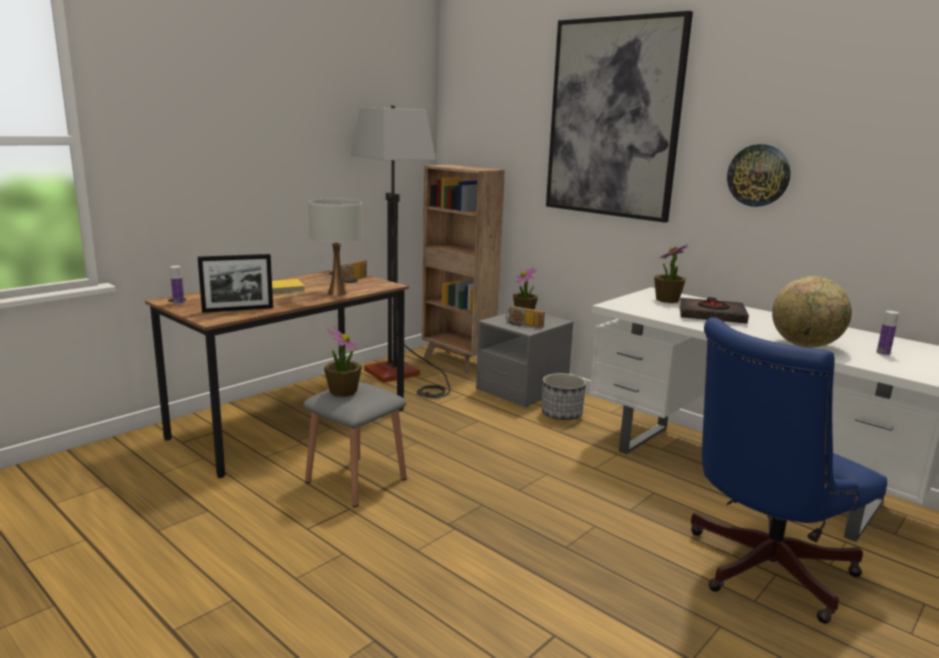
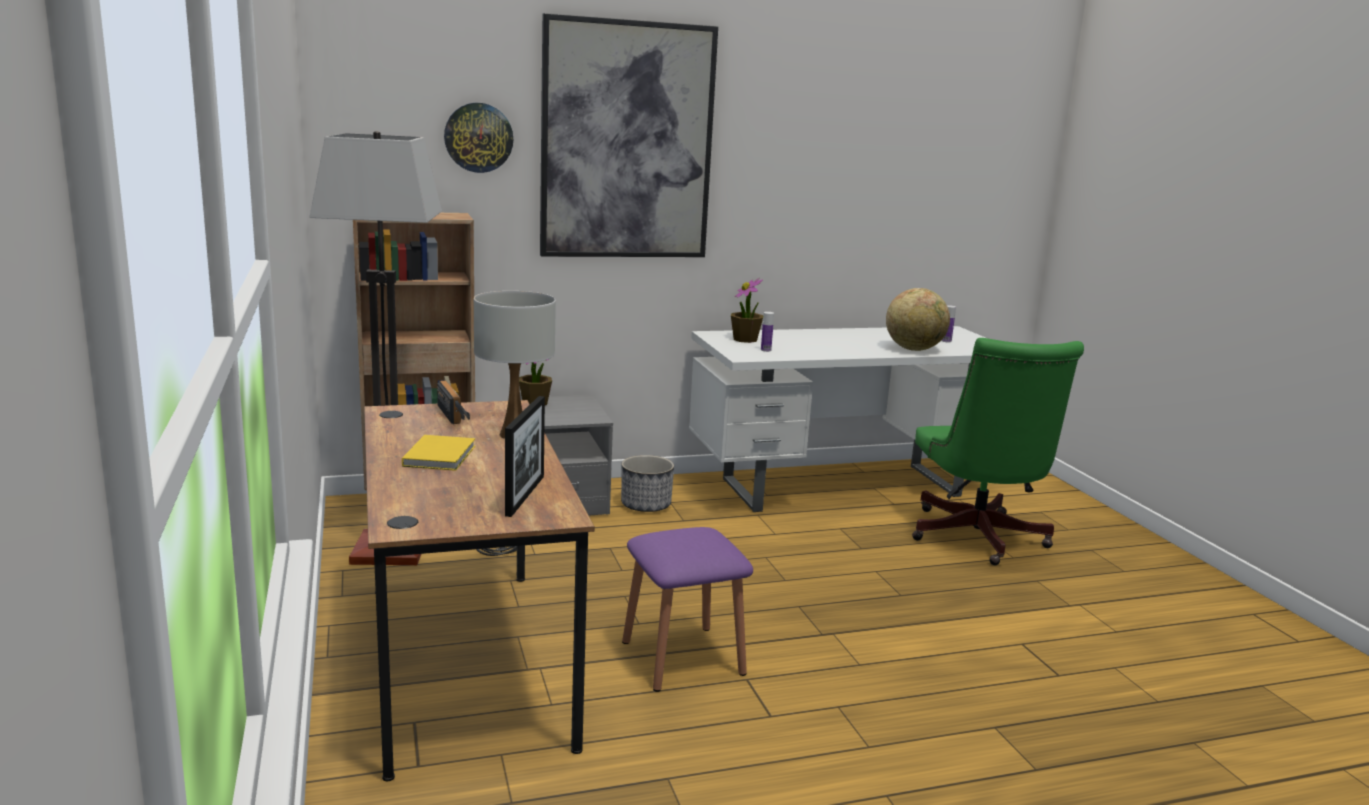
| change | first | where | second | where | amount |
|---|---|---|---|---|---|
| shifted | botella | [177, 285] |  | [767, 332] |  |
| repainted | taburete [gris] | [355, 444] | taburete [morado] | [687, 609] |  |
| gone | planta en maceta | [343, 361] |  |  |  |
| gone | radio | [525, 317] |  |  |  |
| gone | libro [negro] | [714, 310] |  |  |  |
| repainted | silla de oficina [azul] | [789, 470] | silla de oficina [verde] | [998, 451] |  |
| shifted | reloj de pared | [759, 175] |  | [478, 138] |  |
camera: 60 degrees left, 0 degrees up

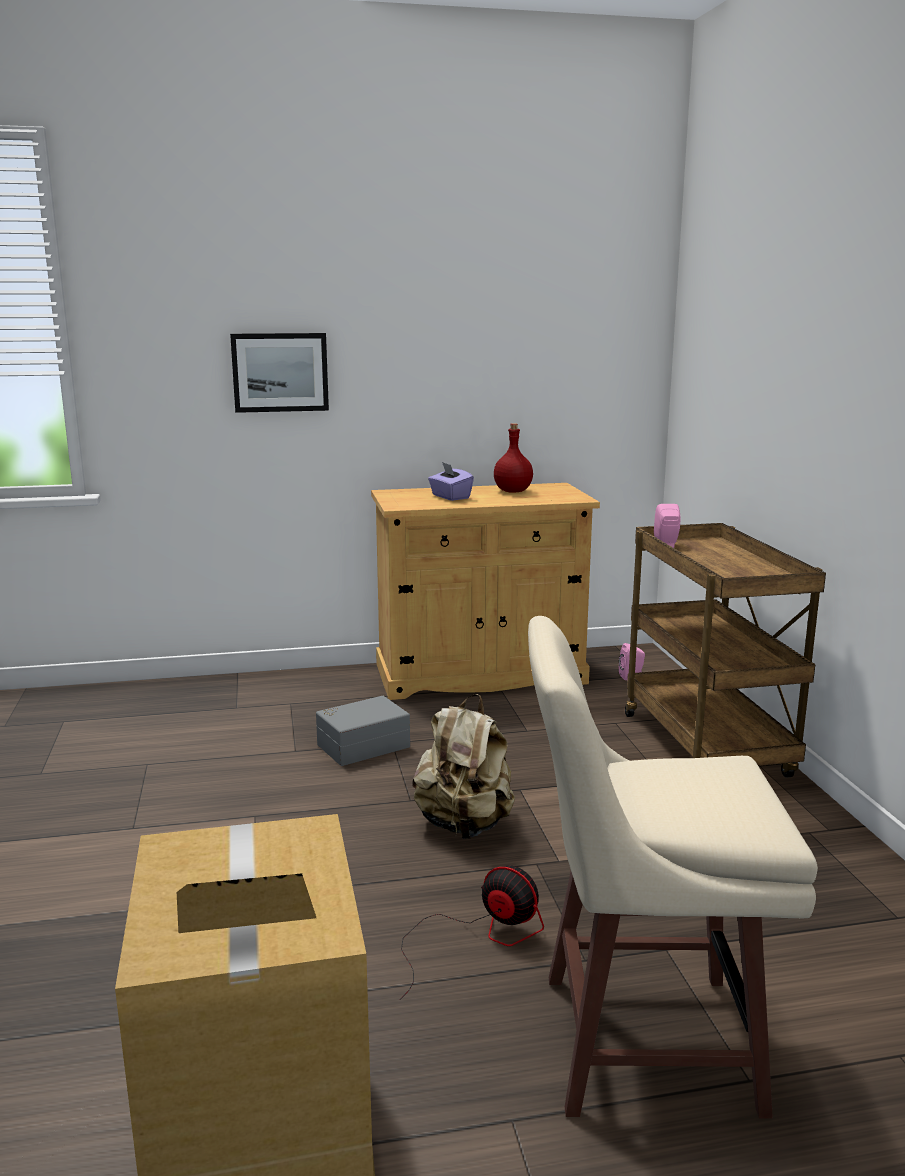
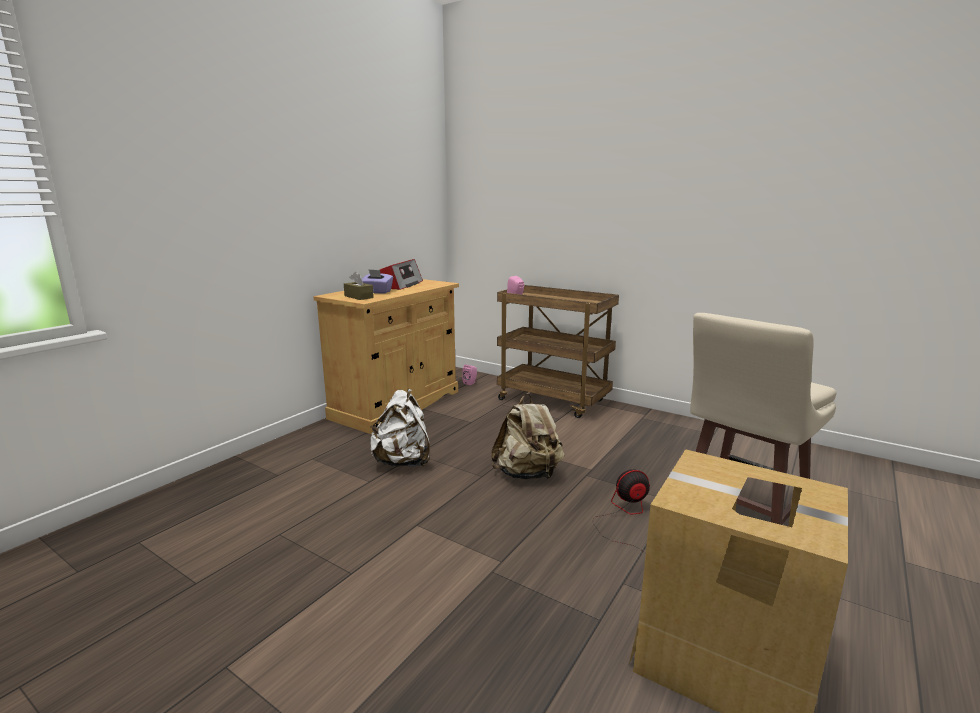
| change | first | where | second | where | amount |
|---|---|---|---|---|---|
| gone | cuadro | [279, 373] |  |  |  |
| swapped | caja de almacenaje [gris] | [363, 731] | mochila [blanco] | [400, 428] |  |
| swapped | botella [rojo] | [513, 458] | radio | [401, 274] |  |
| new |  |  | caja de pañuelos [marrón] | [359, 286] |  |
camera: 45 degrees left, 0 degrees up

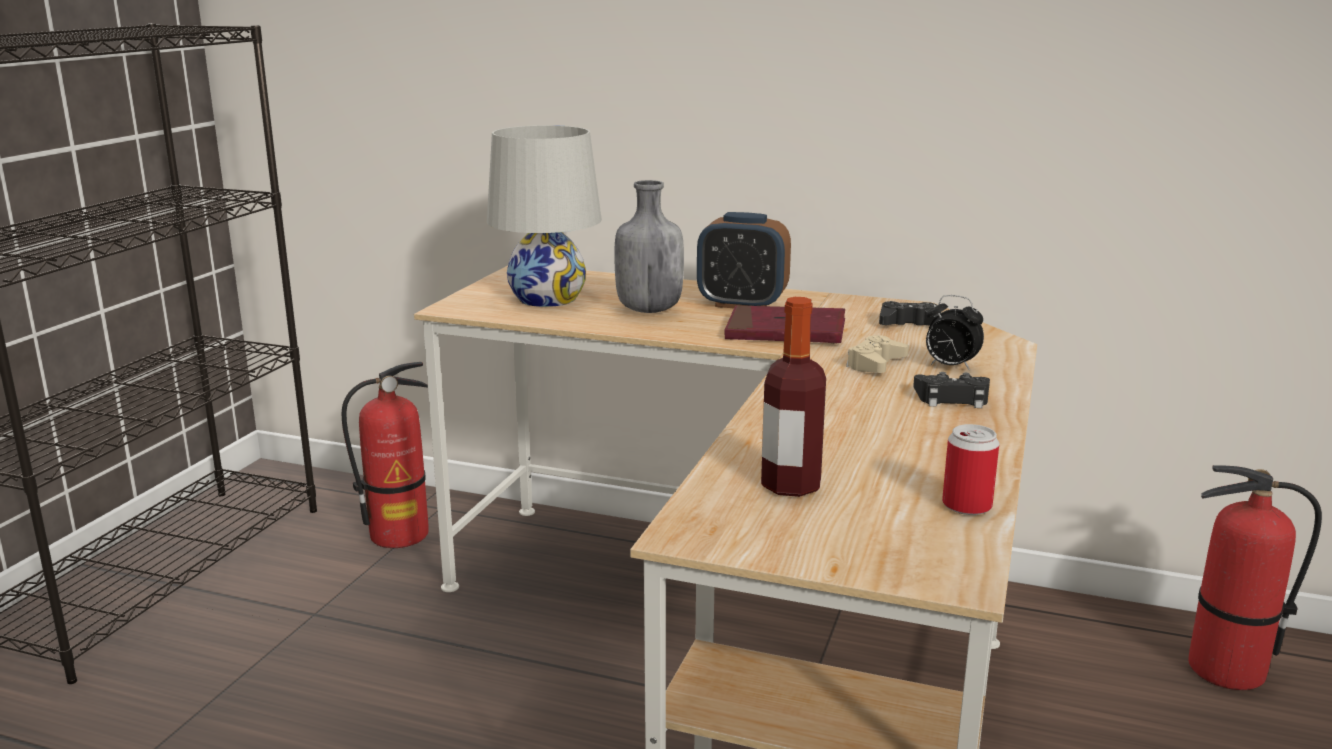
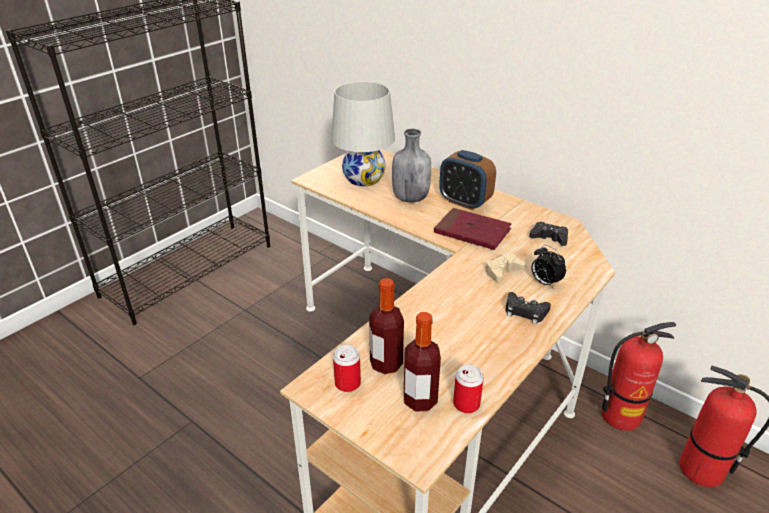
| change | first | where | second | where | amount |
|---|---|---|---|---|---|
| shifted | extintor | [385, 455] |  | [638, 376] |  |
| new |  |  | lata | [347, 368] |  |
| new |  |  | botella | [422, 362] |  |
camera: 20 degrees right, 15 degrees up

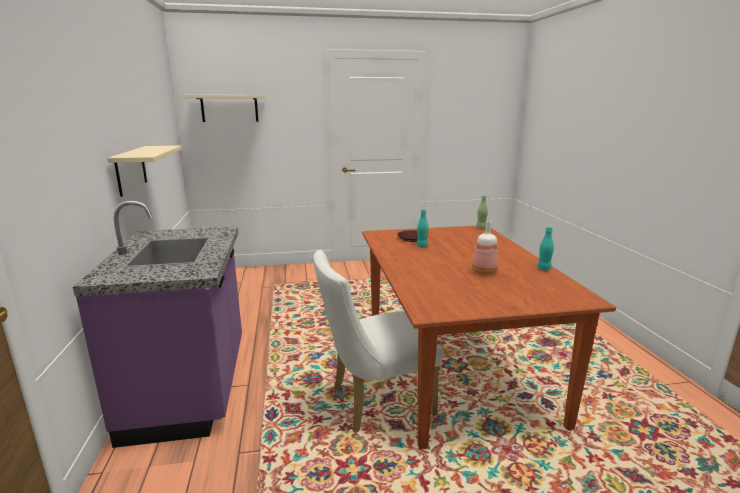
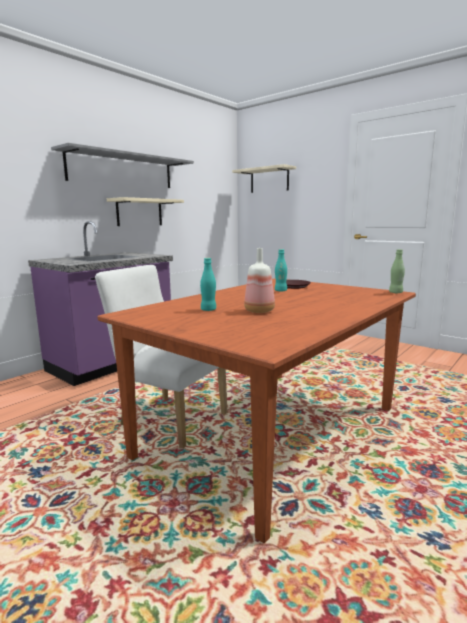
| change | first | where | second | where | amount |
|---|---|---|---|---|---|
| shifted | botella [turquesa] | [545, 249] |  | [208, 284] |  |
| new |  |  | estante [gris] | [122, 165] |  |
camera: 50 degrees right, 5 degrees down

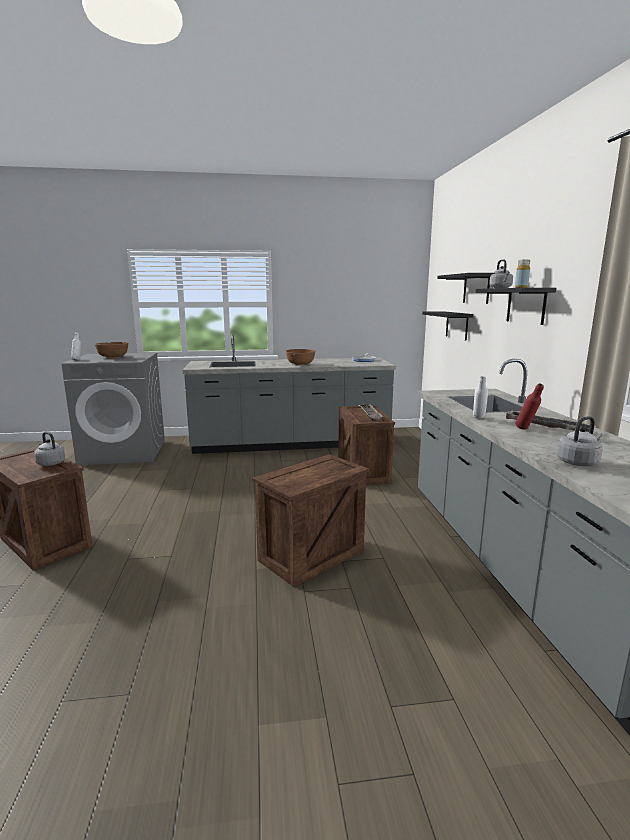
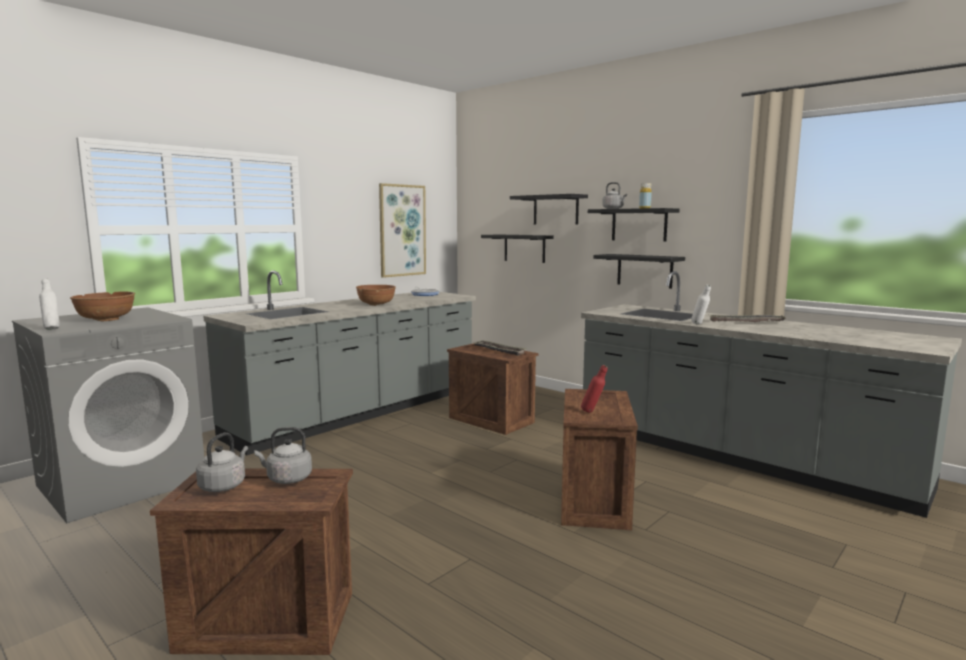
| change | first | where | second | where | amount |
|---|---|---|---|---|---|
| shifted | botella [rojo] | [530, 407] |  | [594, 389] |  |
| shifted | hervidor [gris] | [579, 441] |  | [222, 462] |  |
| new |  |  | cuadro | [402, 230] |  |
| new |  |  | estante [negro] | [639, 271] |  |
camera: 40 degrees left, 5 degrees down

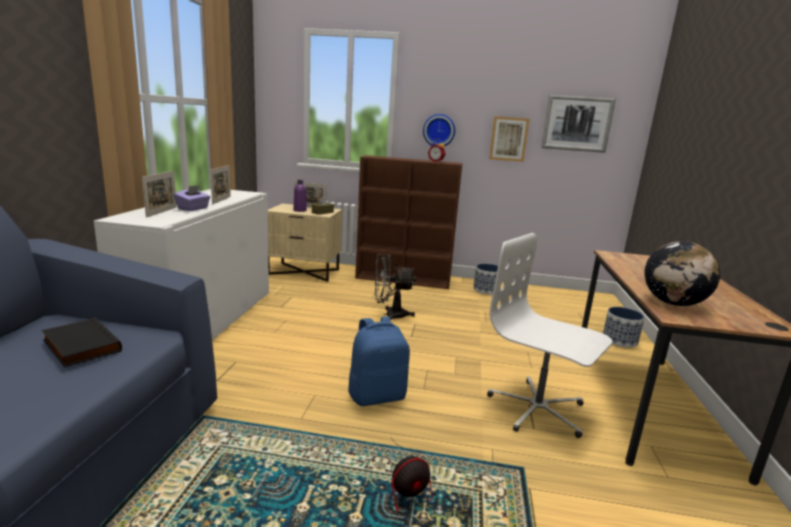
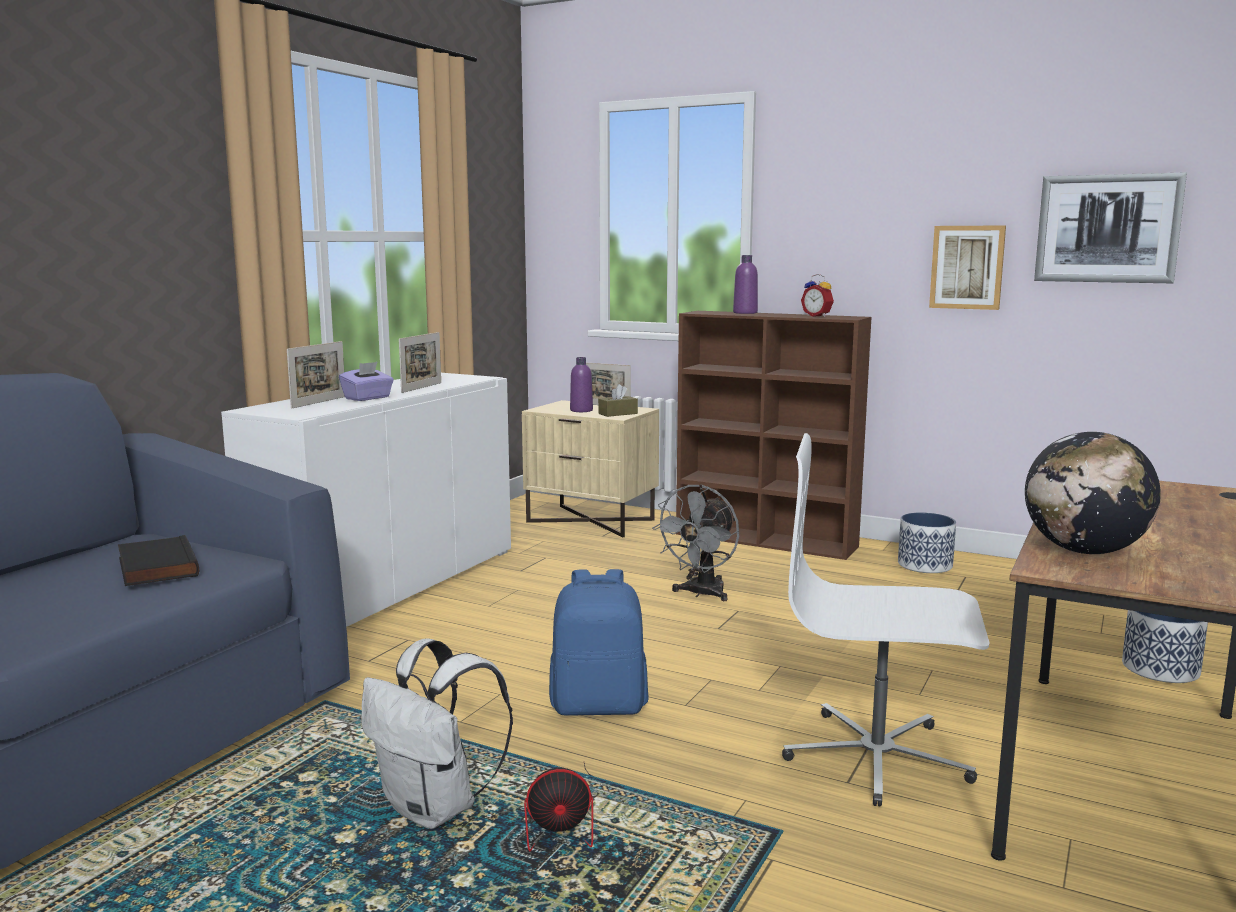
| change | first | where | second | where | amount |
|---|---|---|---|---|---|
| rotated | ventilador [gris] | [395, 287] |  | [695, 542] | 75 degrees counterclockwise |
| gone | reloj de pared | [439, 130] |  |  |  |
| rotated | silla de oficina [blanco] | [549, 335] |  | [885, 620] | 45 degrees counterclockwise |
| new |  |  | mochila [blanco] | [437, 733] |  |
| new |  |  | botella [morado] | [745, 284] |  |
camera: 20 degrees right, 5 degrees down

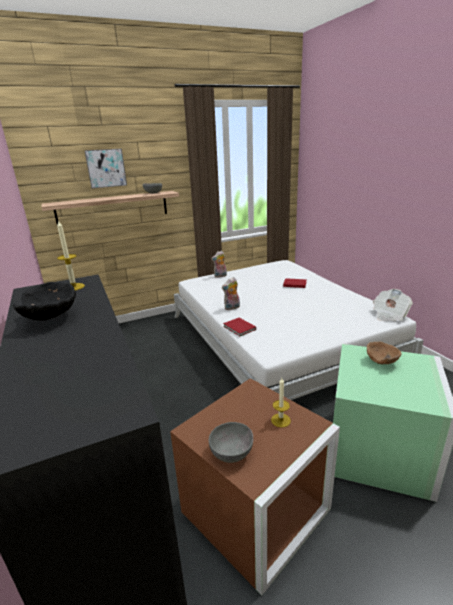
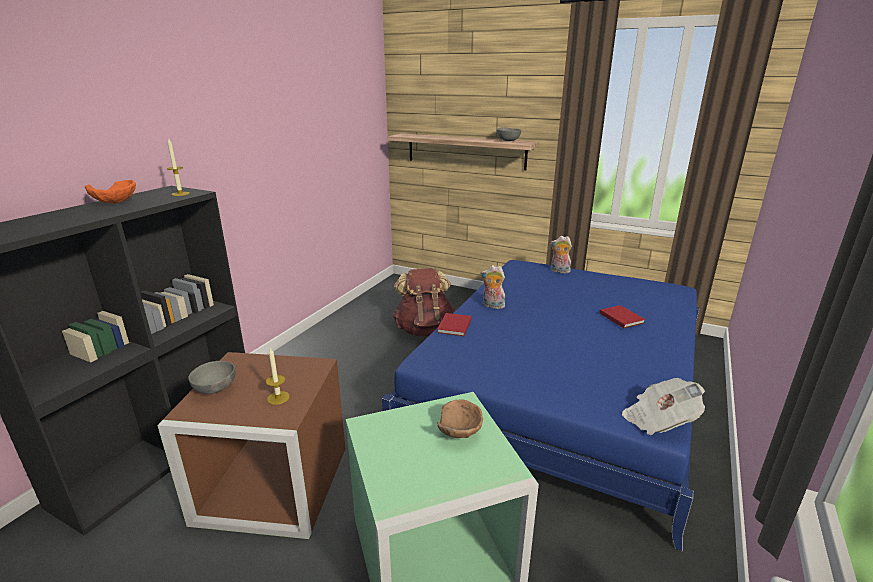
| change | first | where | second | where | amount |
|---|---|---|---|---|---|
| repainted | cuenco [negro] | [44, 301] | cuenco [naranja] | [110, 192] |  |
| gone | cuadro | [105, 169] |  |  |  |
| repainted | cama [blanco] | [299, 330] | cama [azul] | [540, 406] |  |
| new |  |  | mochila [marrón] | [424, 302] |  |
camera: 50 degrees right, 0 degrees up

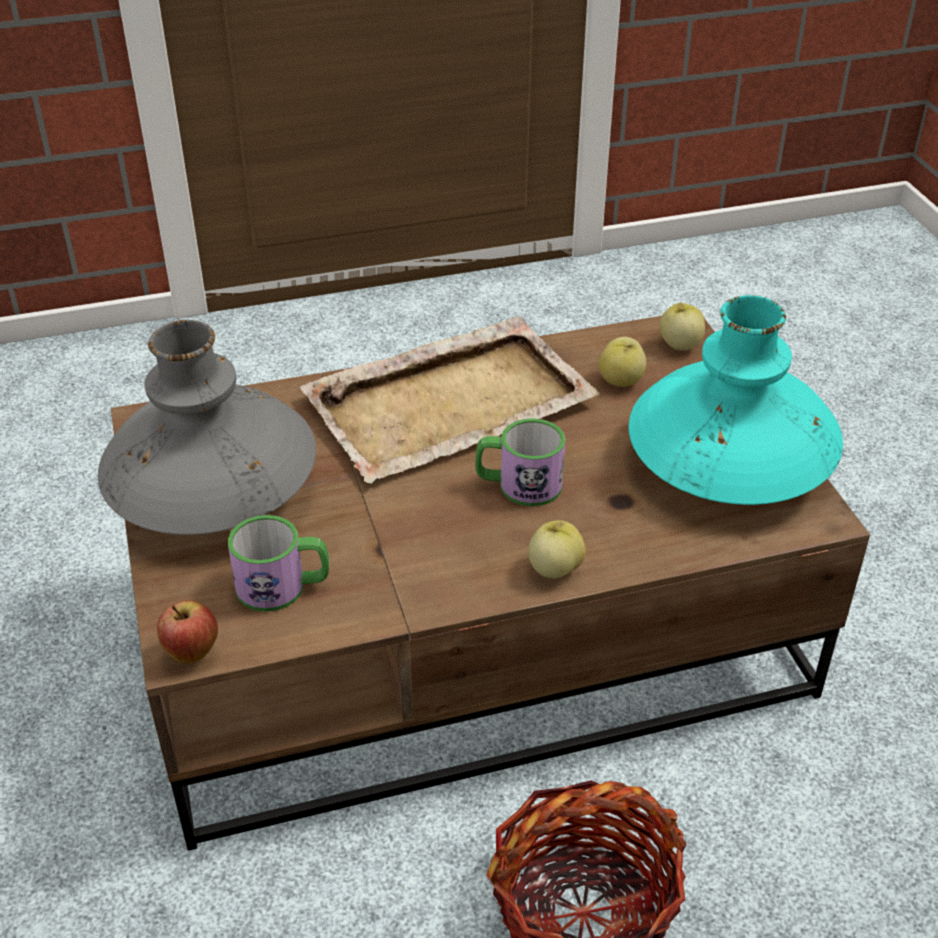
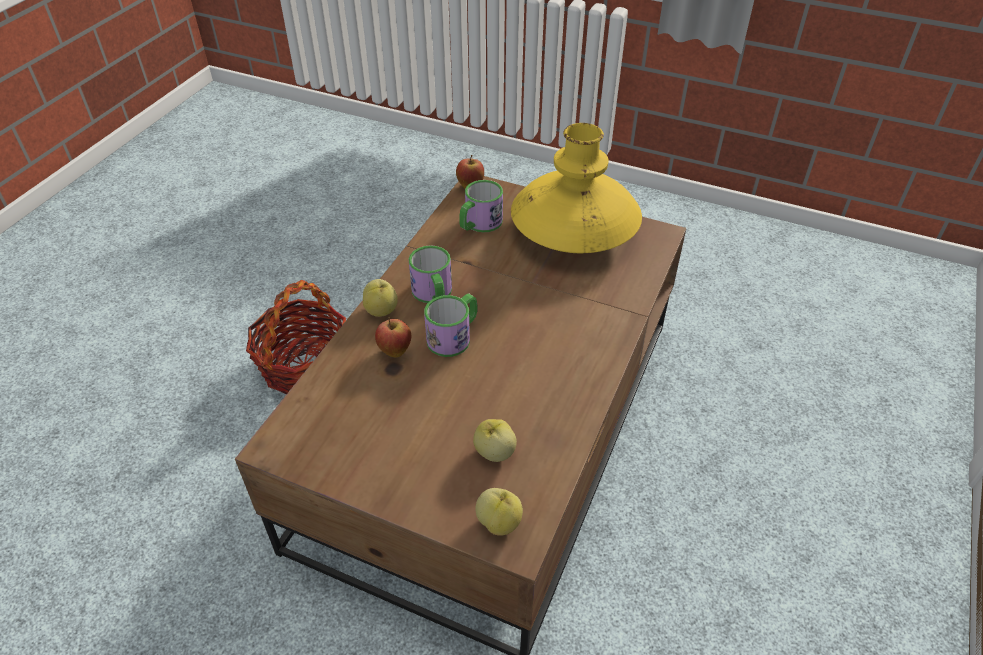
| change | first | where | second | where | amount |
|---|---|---|---|---|---|
| repainted | florero [gris] | [207, 427] | florero [amarillo] | [576, 188] |  |
| gone | bandeja [beis] | [450, 399] |  |  |  |
| gone | florero [turquesa] | [736, 400] |  |  |  |
| new |  |  | manzana | [393, 337] |  |
| new |  |  | taza grande | [430, 274] |  |
camera: 130 degrees right, 5 degrees up

